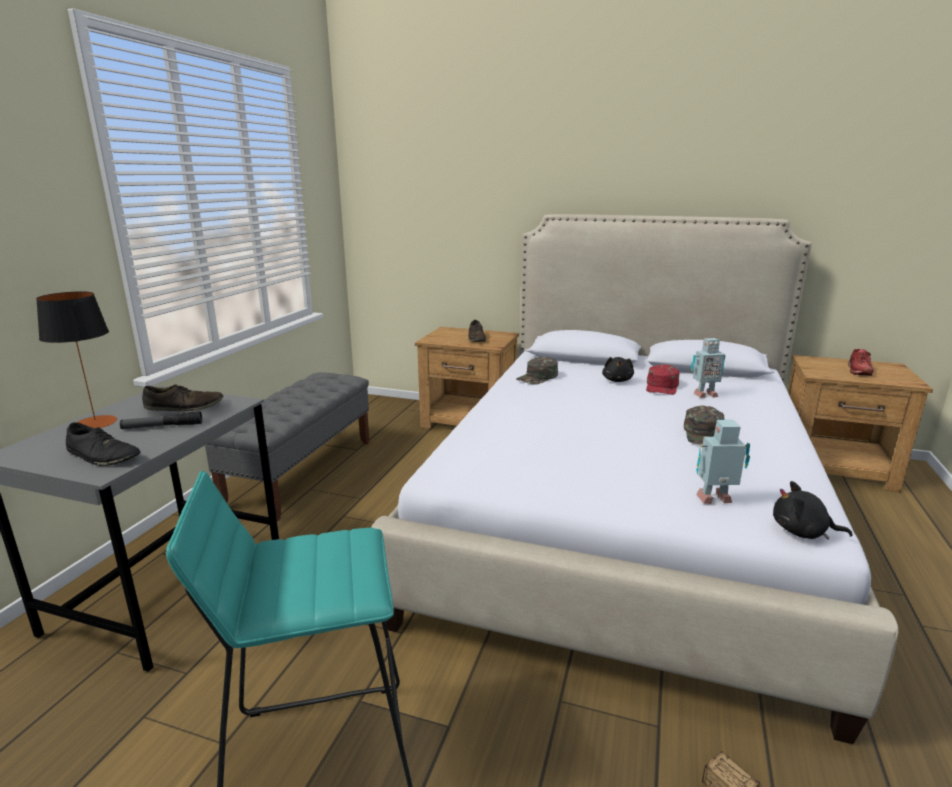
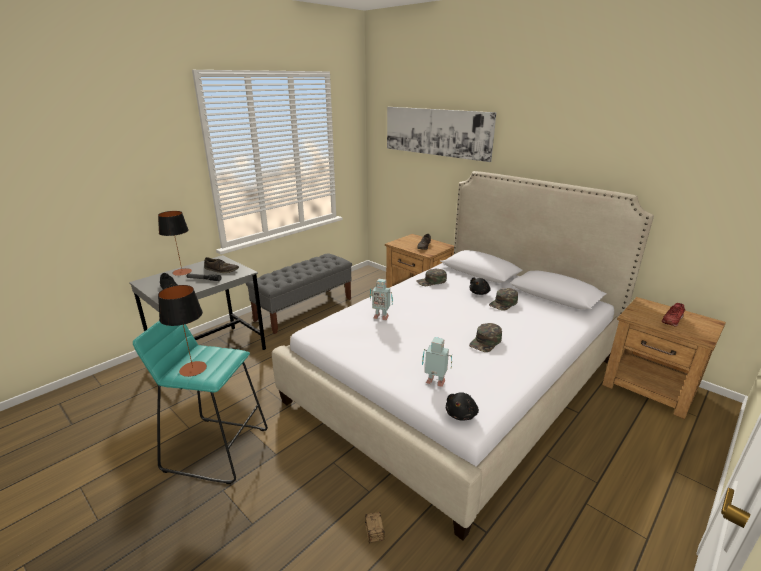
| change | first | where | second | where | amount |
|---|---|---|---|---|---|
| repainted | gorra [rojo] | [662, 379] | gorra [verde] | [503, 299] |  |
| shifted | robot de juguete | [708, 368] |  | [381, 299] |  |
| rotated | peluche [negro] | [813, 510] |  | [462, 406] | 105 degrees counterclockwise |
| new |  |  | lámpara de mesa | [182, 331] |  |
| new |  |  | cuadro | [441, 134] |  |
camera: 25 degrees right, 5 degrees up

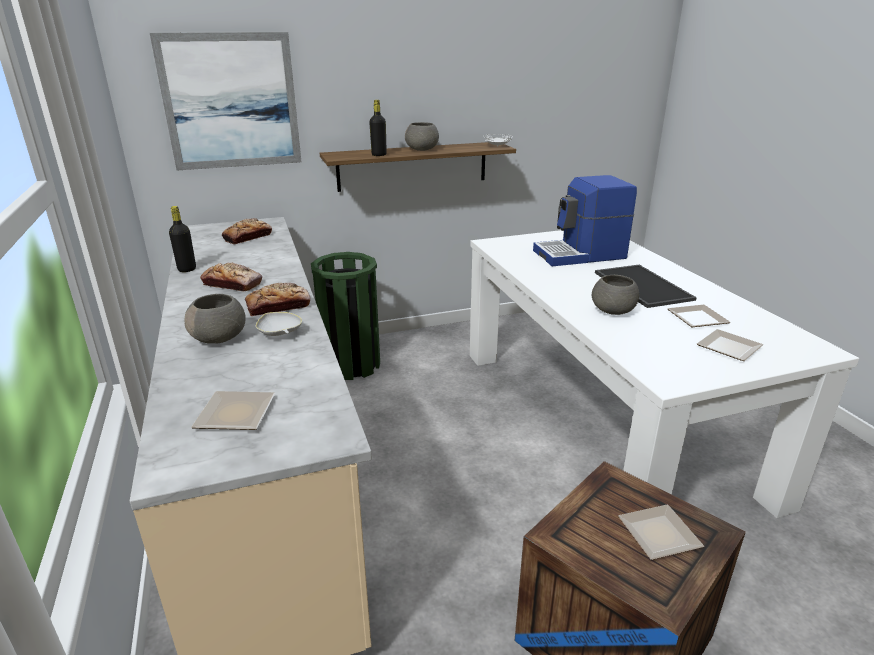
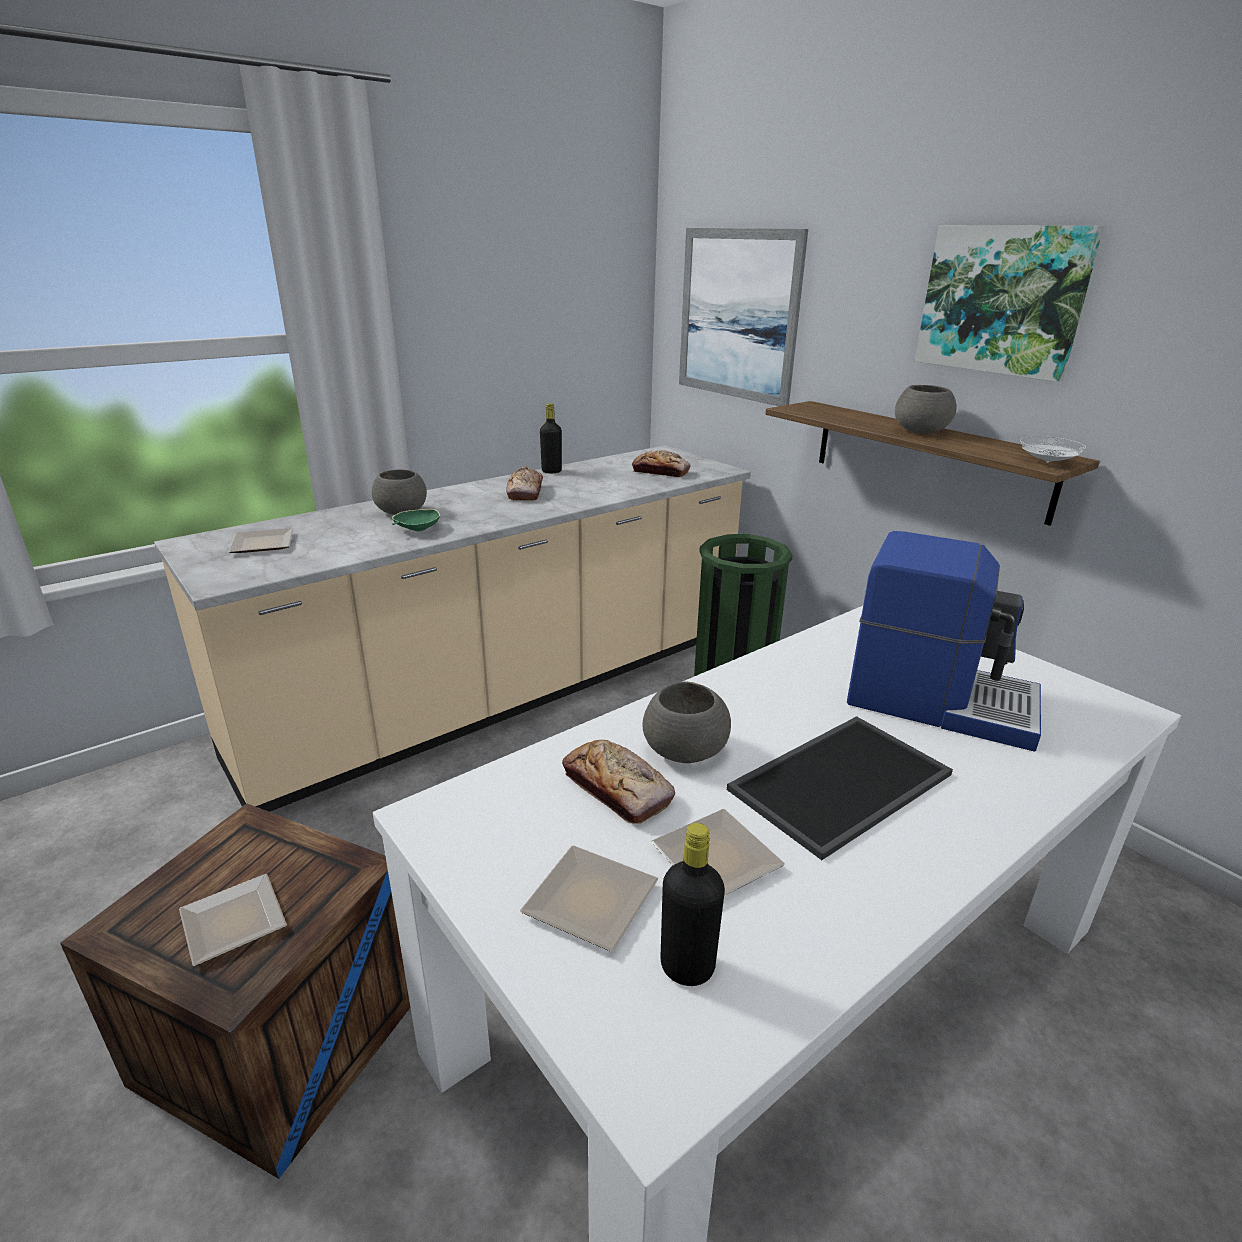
| change | first | where | second | where | amount |
|---|---|---|---|---|---|
| shifted | pan | [277, 299] |  | [618, 782] |  |
| repainted | cuenco [blanco] | [279, 324] | cuenco [verde] | [416, 520] |  |
| shifted | botella [negro] | [378, 128] |  | [692, 904] |  |
| rotated | cafetera | [585, 220] |  | [944, 641] | 150 degrees clockwise |
| new |  |  | cuadro | [1009, 303] |  |
camera: 70 degrees right, 0 degrees up

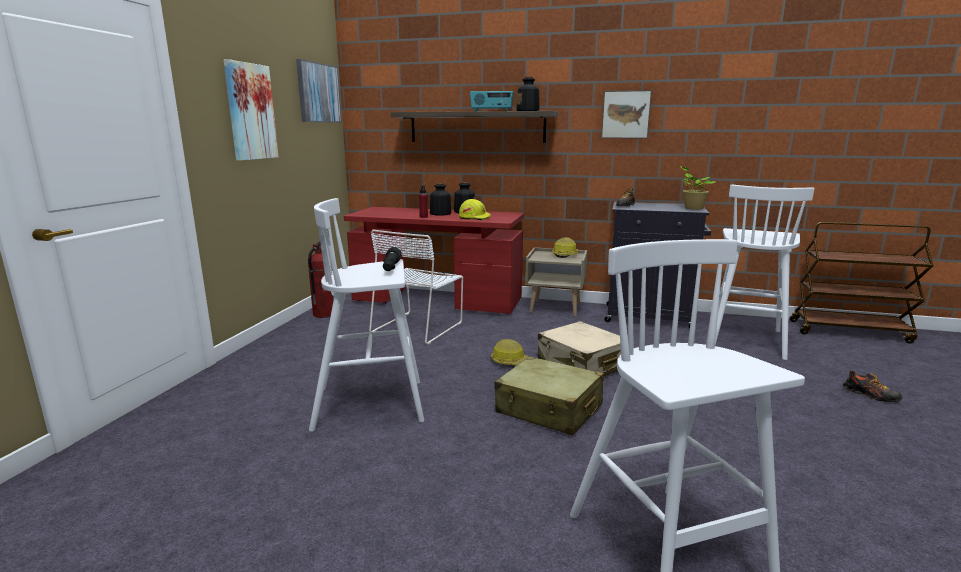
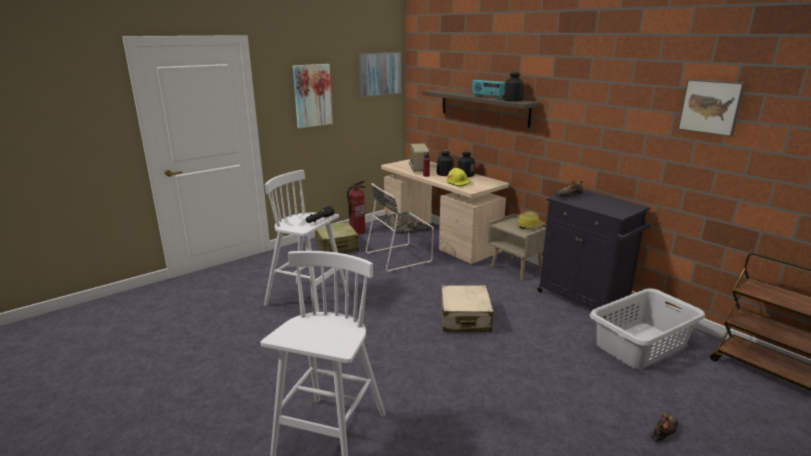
| change | first | where | second | where | amount |
|---|---|---|---|---|---|
| repainted | escritorio [rojo] | [434, 260] | escritorio [beis] | [445, 211] |  |
| repainted | silla [blanco] | [416, 286] | silla [negro] | [400, 227] |  |
| gone | casco | [510, 352] |  |  |  |
| shifted | maleta [beis] | [549, 395] |  | [337, 237] |  |
| shifted | cuadro | [626, 114] |  | [712, 108] |  |
| gone | planta en maceta | [697, 188] |  |  |  |
| swapped | taburete [blanco] | [764, 272] | cesto de la ropa [gris] | [647, 329] |  |
| rotated | zapato | [873, 386] |  | [664, 428] | 120 degrees counterclockwise |
| new |  |  | radio | [419, 158] |  |
camera: 35 degrees right, 5 degrees up

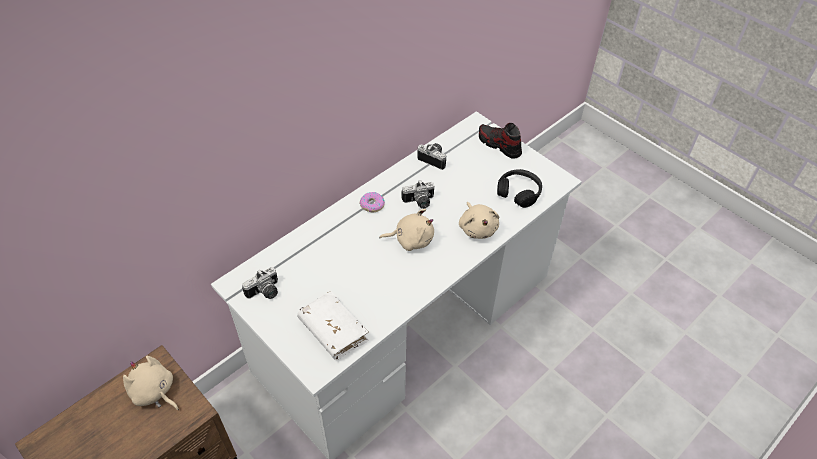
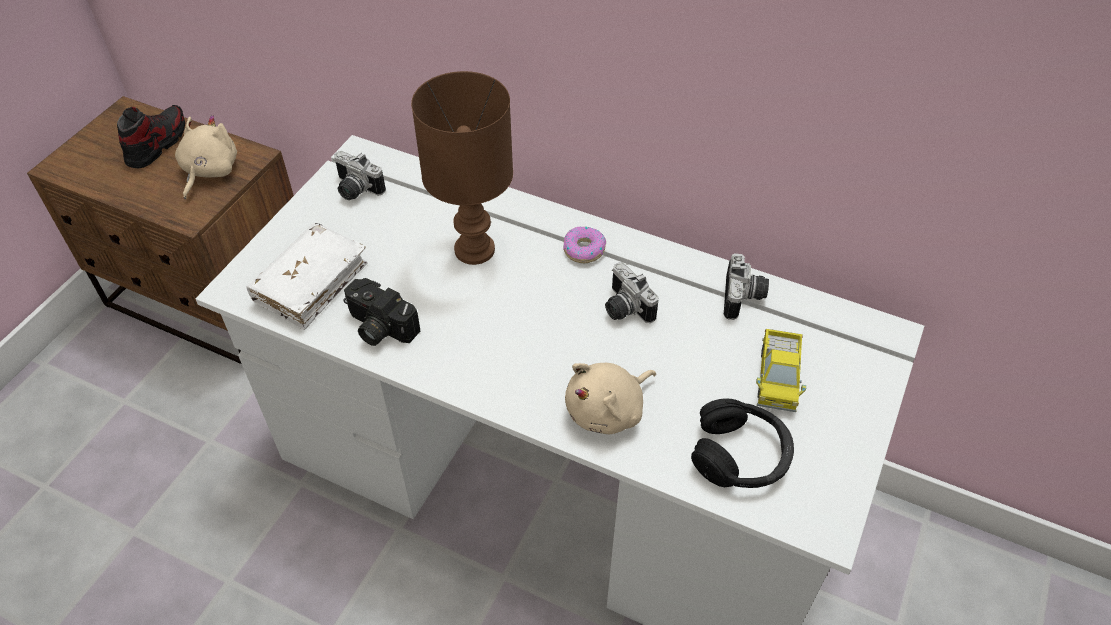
| change | first | where | second | where | amount |
|---|---|---|---|---|---|
| gone | peluche [beis] | [406, 230] |  |  |  |
| shifted | zapato | [500, 141] |  | [151, 136] |  |
| new |  |  | cámara | [382, 312] |  |
| new |  |  | lámpara de mesa [marrón] | [462, 168] |  |
| new |  |  | camión de juguete | [781, 370] |  |
camera: 70 degrees right, 0 degrees up

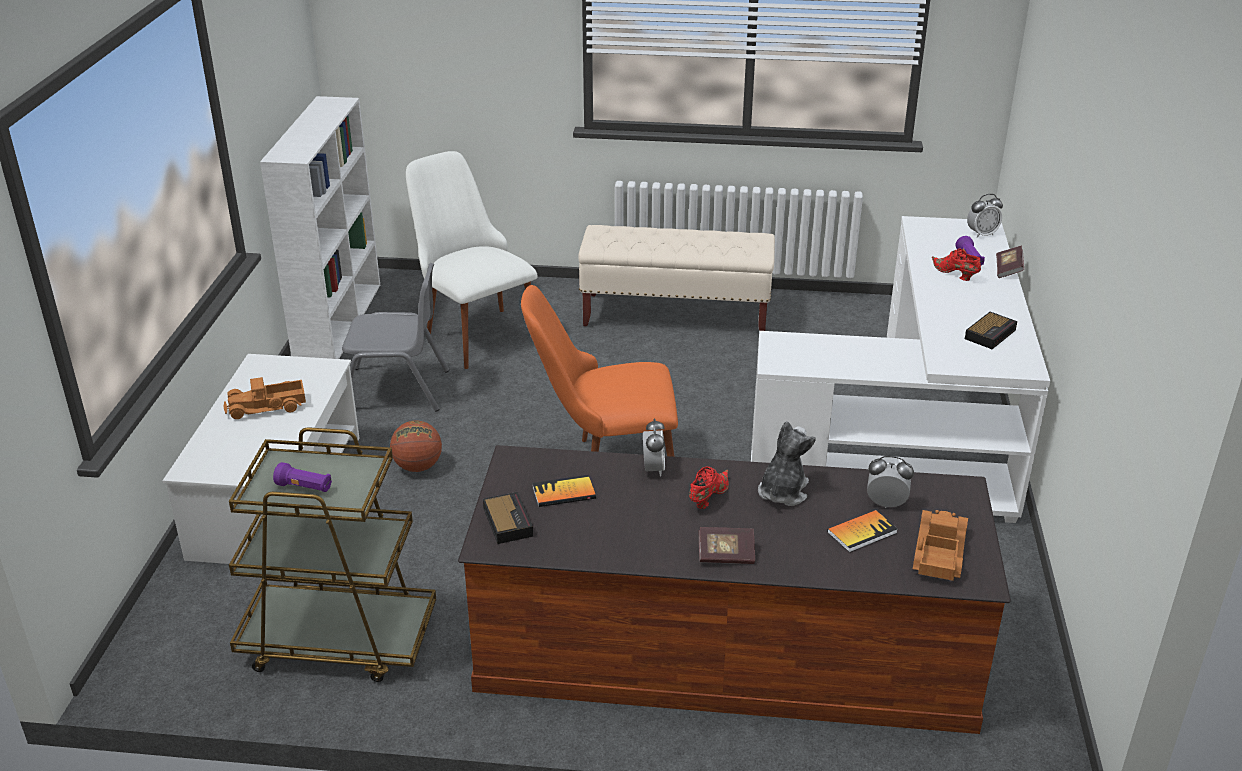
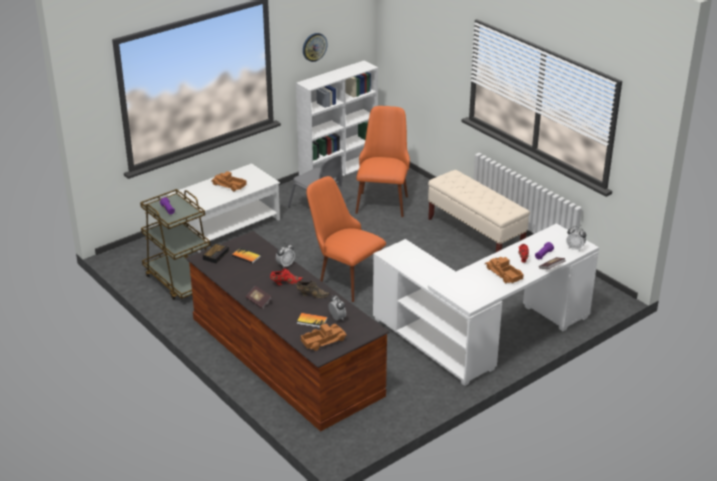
| change | first | where | second | where | amount |
|---|---|---|---|---|---|
| gone | balón de baloncesto | [416, 446] |  |  |  |
| repainted | silla [blanco] | [471, 260] | silla [naranja] | [383, 161] |  |
| swapped | peluche | [787, 463] | zapato [marrón] | [313, 289] |  |
| gone | despertador | [991, 330] |  |  |  |
| new |  |  | reloj de pared | [315, 47] |  |
| new |  |  | camión de juguete | [504, 270] |  |
camera: 45 degrees right, 0 degrees up

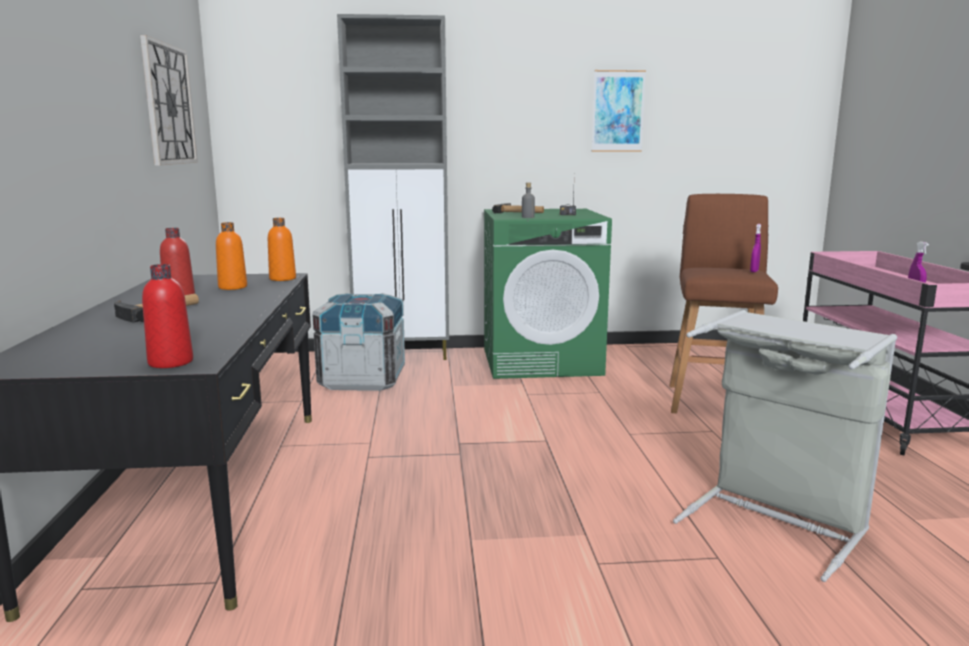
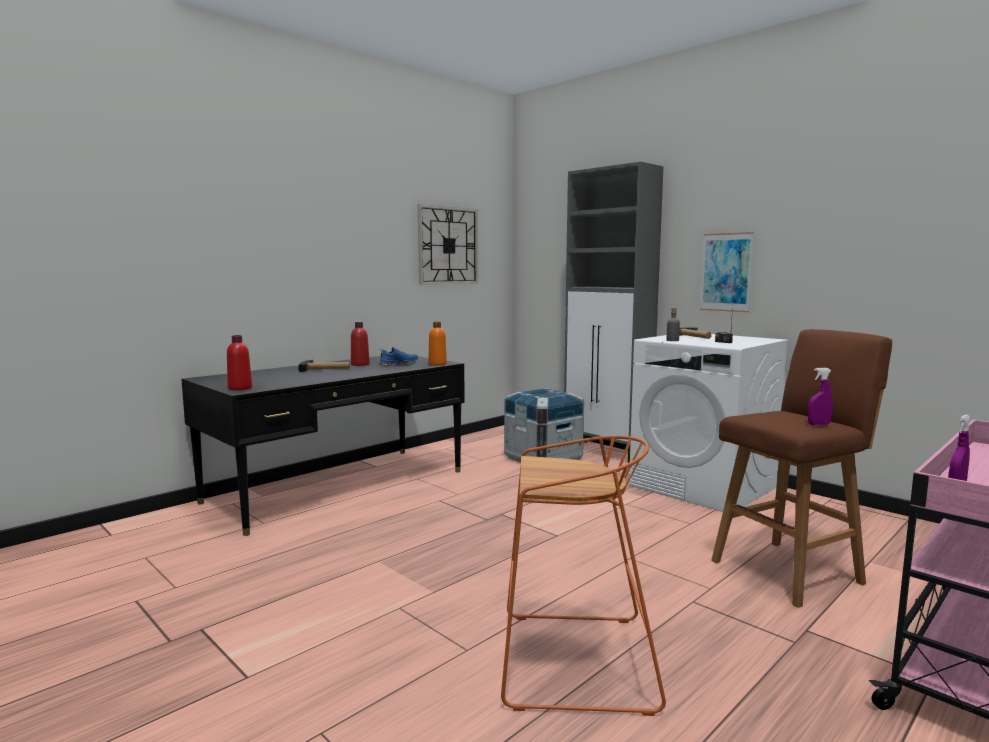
| change | first | where | second | where | amount |
|---|---|---|---|---|---|
| swapped | botella [naranja] | [231, 256] | zapato [azul] | [398, 356] |  |
| repainted | lavadora [verde] | [548, 294] | lavadora [blanco] | [709, 423] |  |
| shifted | cuadro | [619, 111] |  | [727, 272] |  |
| swapped | cesto de la ropa [gris] | [785, 446] | taburete [naranja] | [583, 576] |  |
camera: 50 degrees right, 5 degrees down

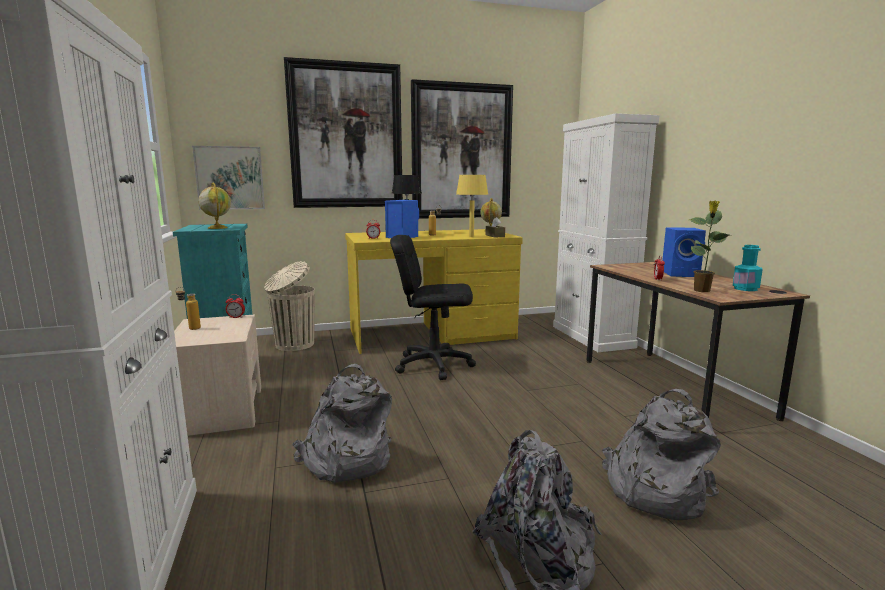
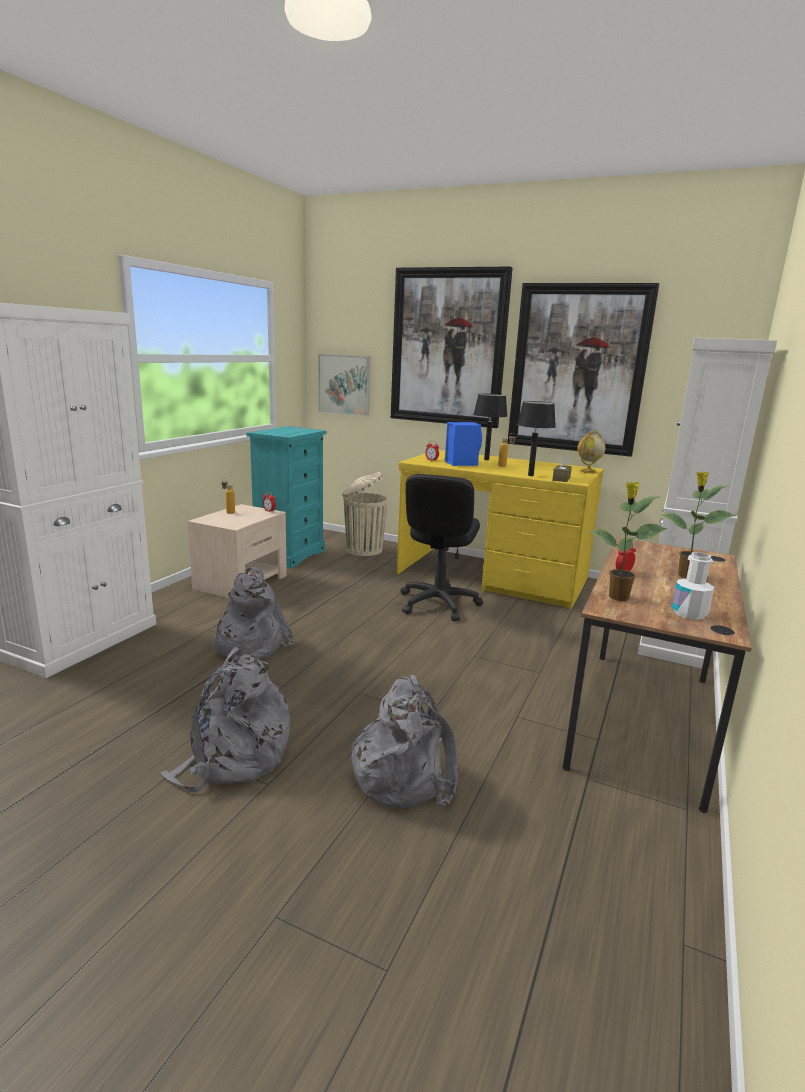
| change | first | where | second | where | amount |
|---|---|---|---|---|---|
| gone | globo terráqueo | [214, 205] |  |  |  |
| rotated | silla de oficina [negro] | [433, 307] |  | [442, 547] | 120 degrees counterclockwise |
| repainted | lámpara de mesa [amarillo] | [472, 206] | lámpara de mesa [negro] | [536, 438] |  |
| swapped | altavoz [azul] | [684, 252] | planta en maceta | [698, 524] |  |
| repainted | botella [turquesa] | [748, 268] | botella [blanco] | [693, 586] |  |
camera: 40 degrees right, 5 degrees up

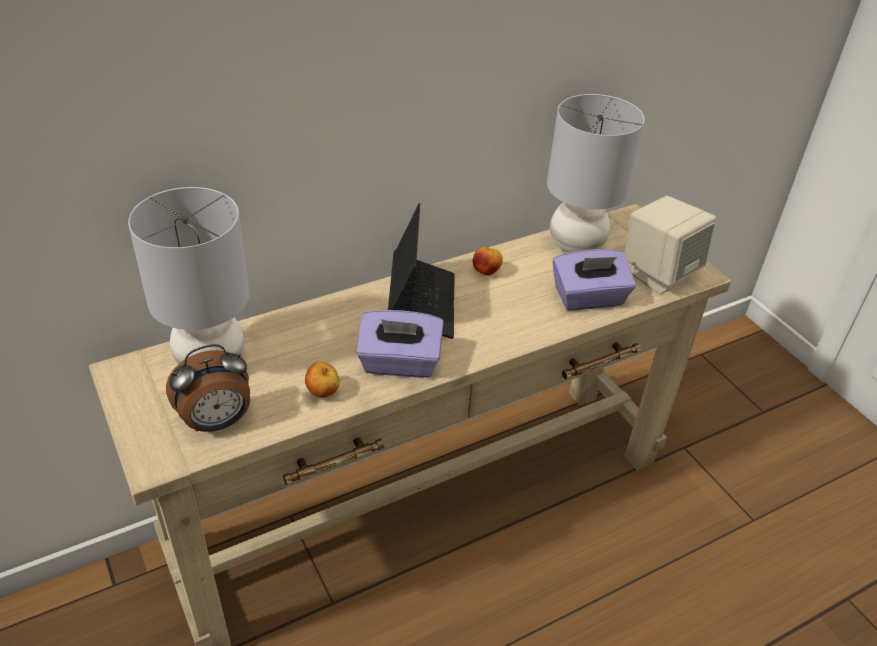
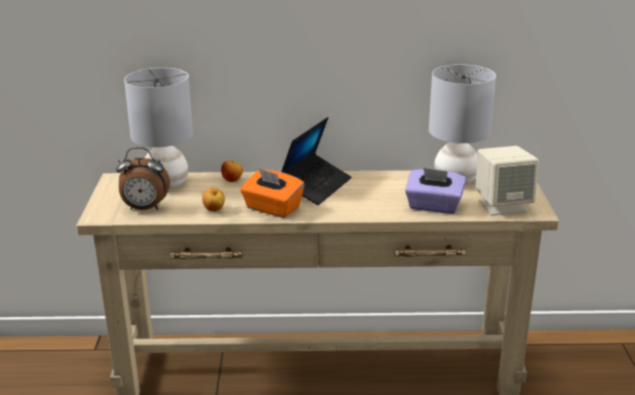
| change | first | where | second | where | amount |
|---|---|---|---|---|---|
| repainted | caja de pañuelos [morado] | [400, 344] | caja de pañuelos [naranja] | [272, 193] |  |
| shifted | manzana | [488, 261] |  | [232, 171] |  |
camera: 30 degrees right, 15 degrees down

